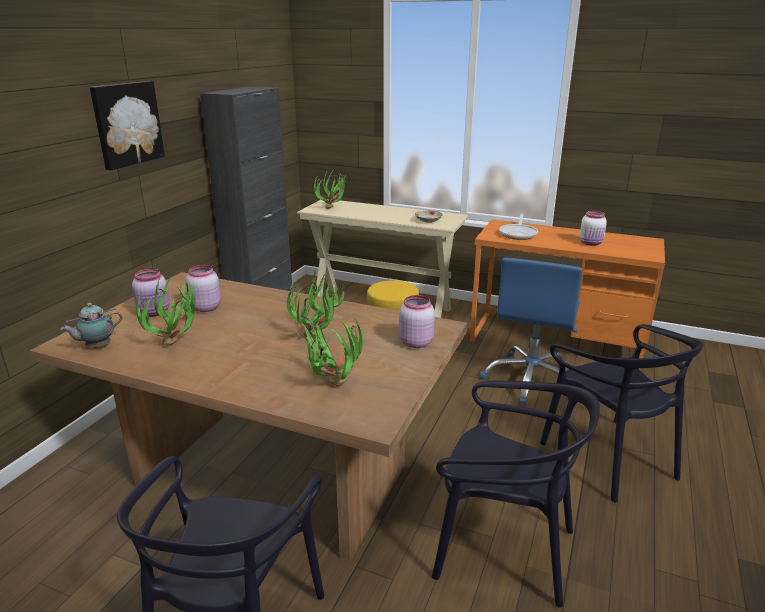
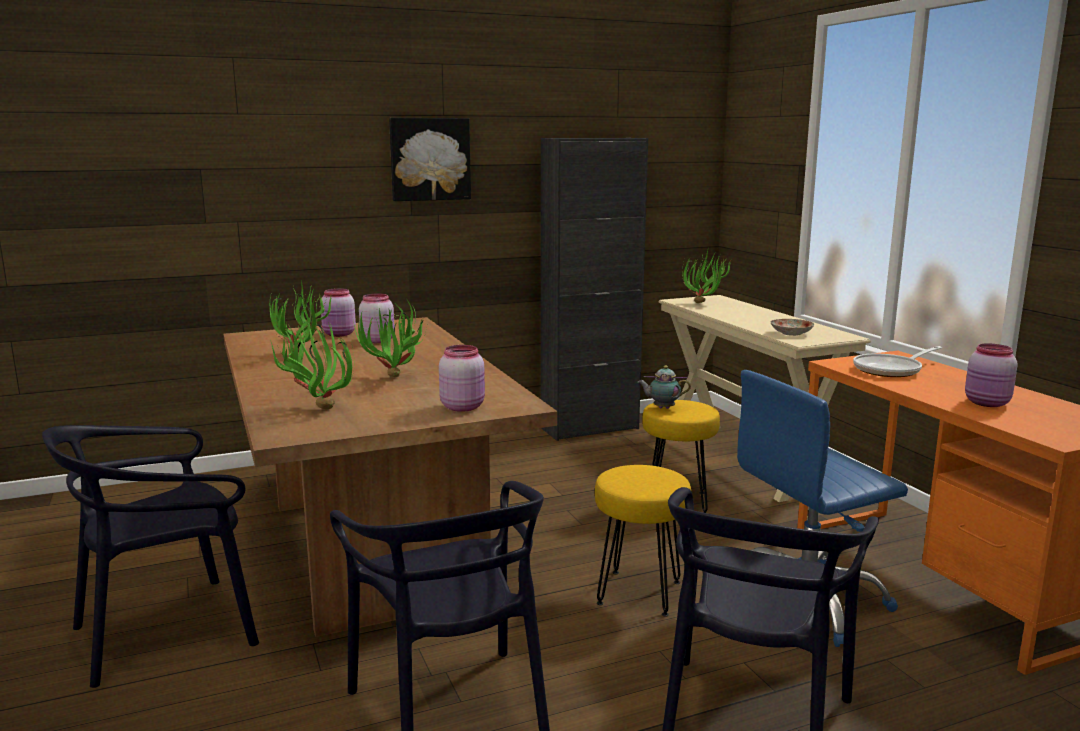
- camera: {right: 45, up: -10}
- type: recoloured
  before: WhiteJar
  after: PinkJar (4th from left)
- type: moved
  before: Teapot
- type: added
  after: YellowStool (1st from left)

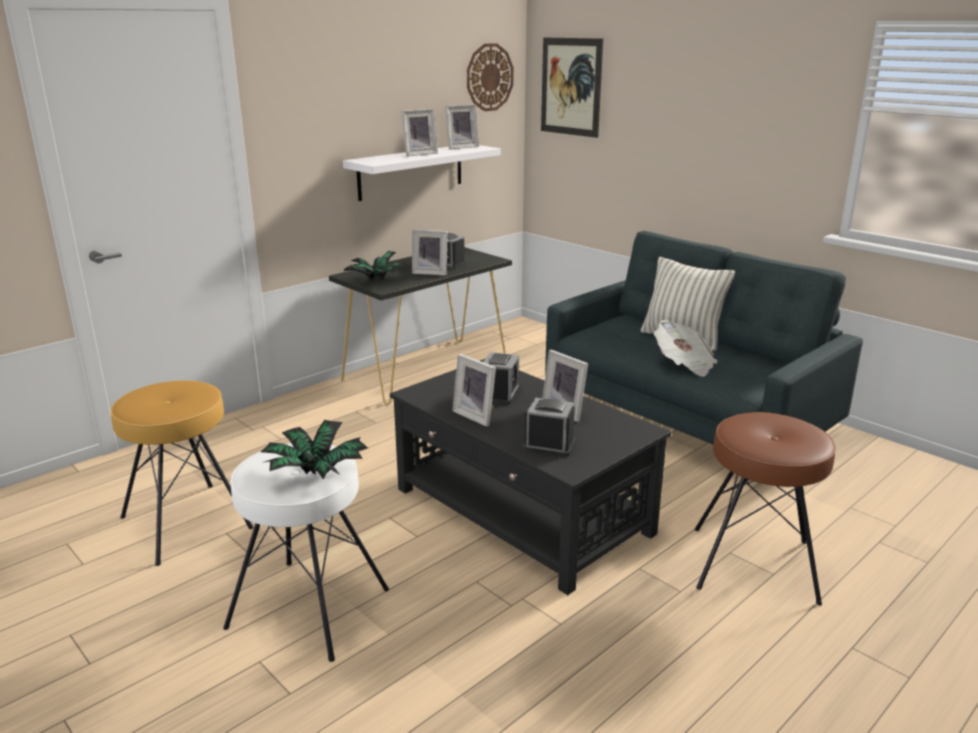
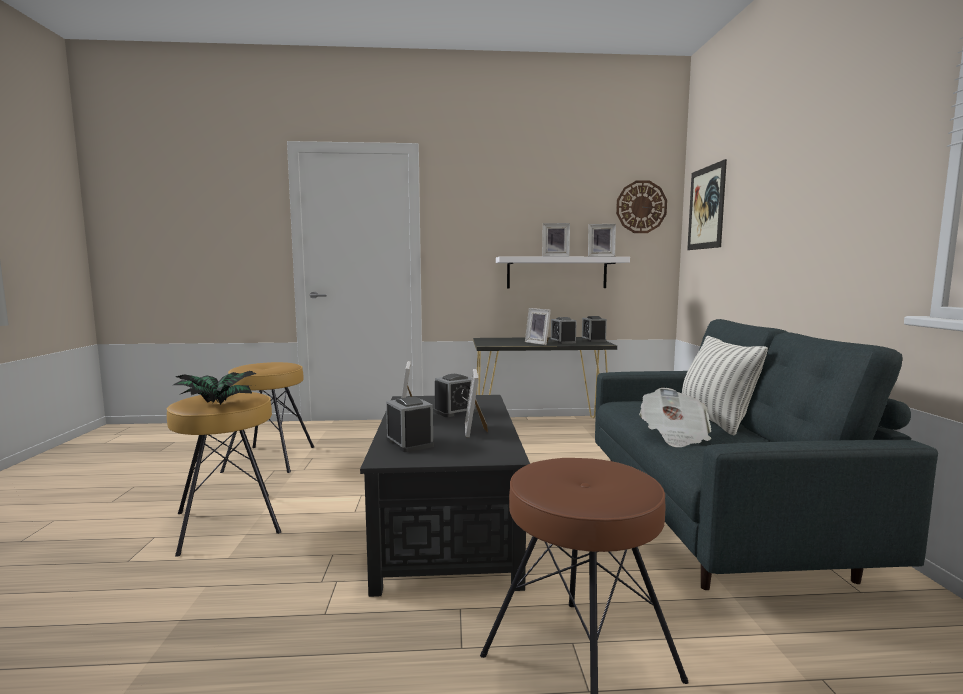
- camera: {right: 40, up: -15}
- type: removed
  before: PottedPlant (2nd from left)
- type: recoloured
  before: WhiteStool
  after: BrownStool (1st from left)
- type: added
  after: AlarmClock (4th from left)

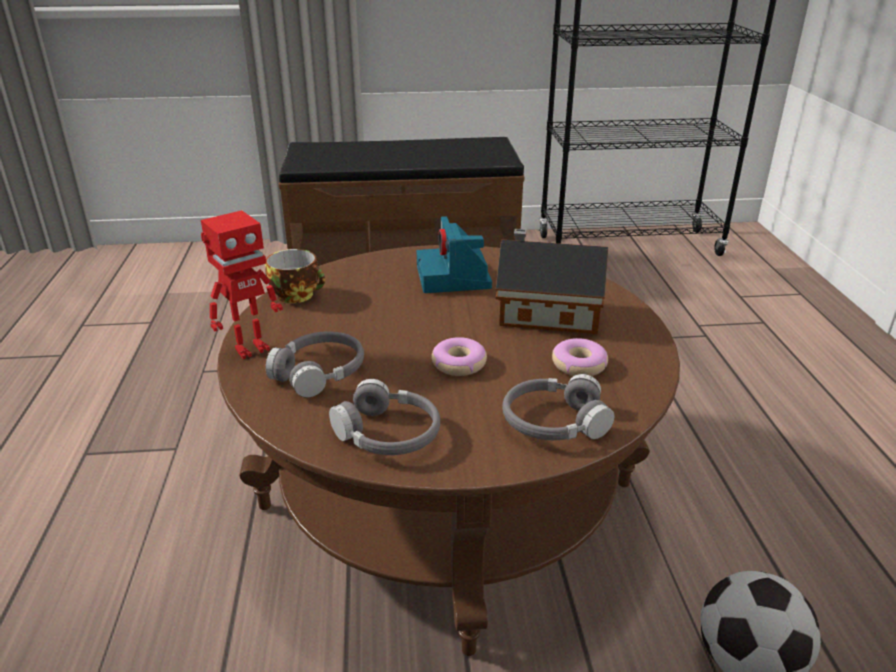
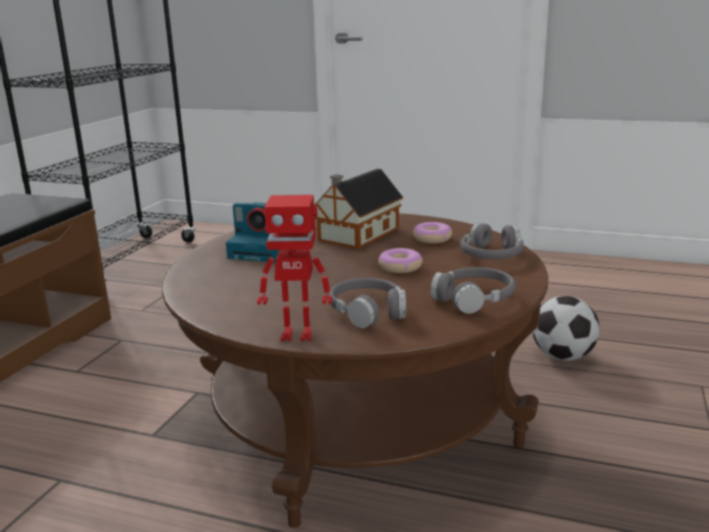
- camera: {right: -65, up: -10}
- type: turned
  before: ToyRobot
  turn: 105
- type: removed
  before: Cup

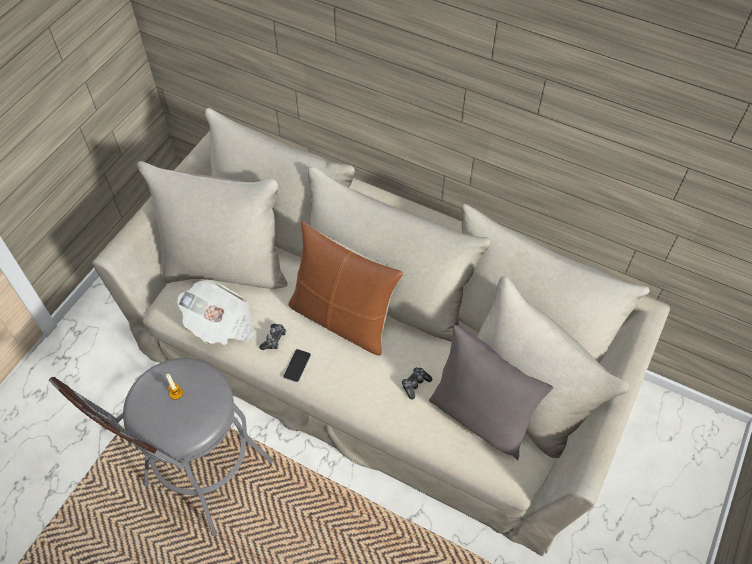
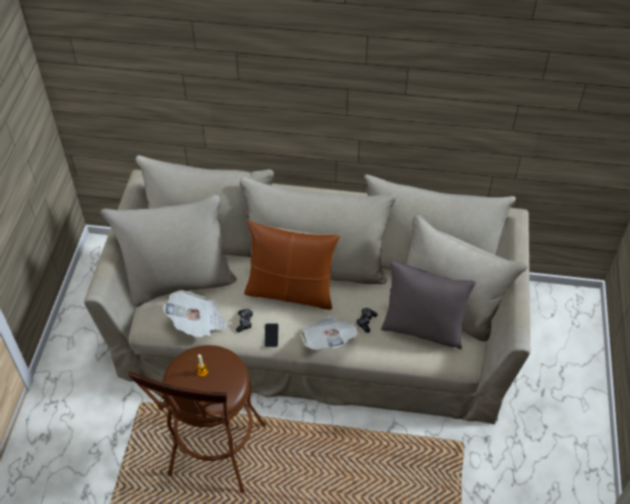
- camera: {right: -20, up: -5}
- type: recoloured
  before: GreyStool
  after: BrownStool
- type: added
  after: Newspaper (2nd from left)

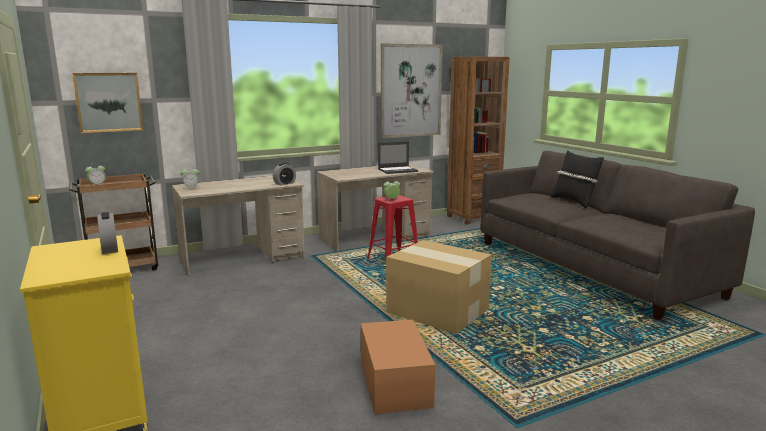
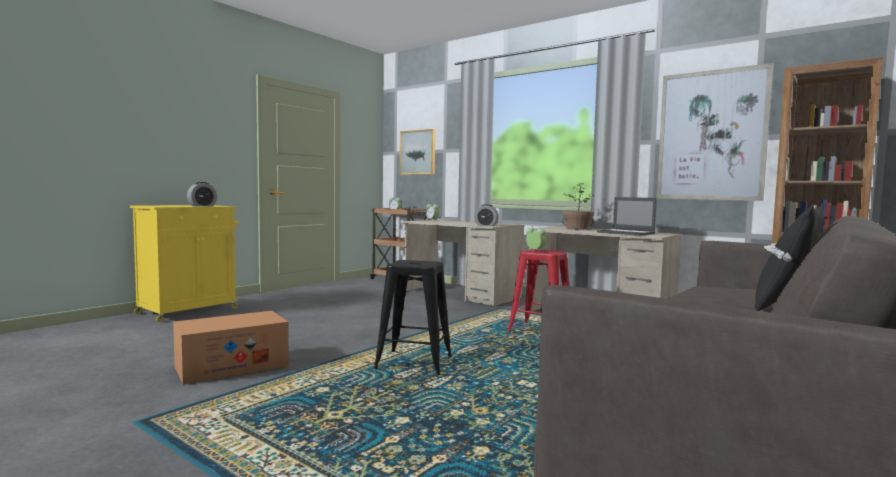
- camera: {right: 65, up: -10}
- type: replaced
  before: CardboardBox (2nd from left)
  after: BlackStool
- type: added
  after: PottedPlant

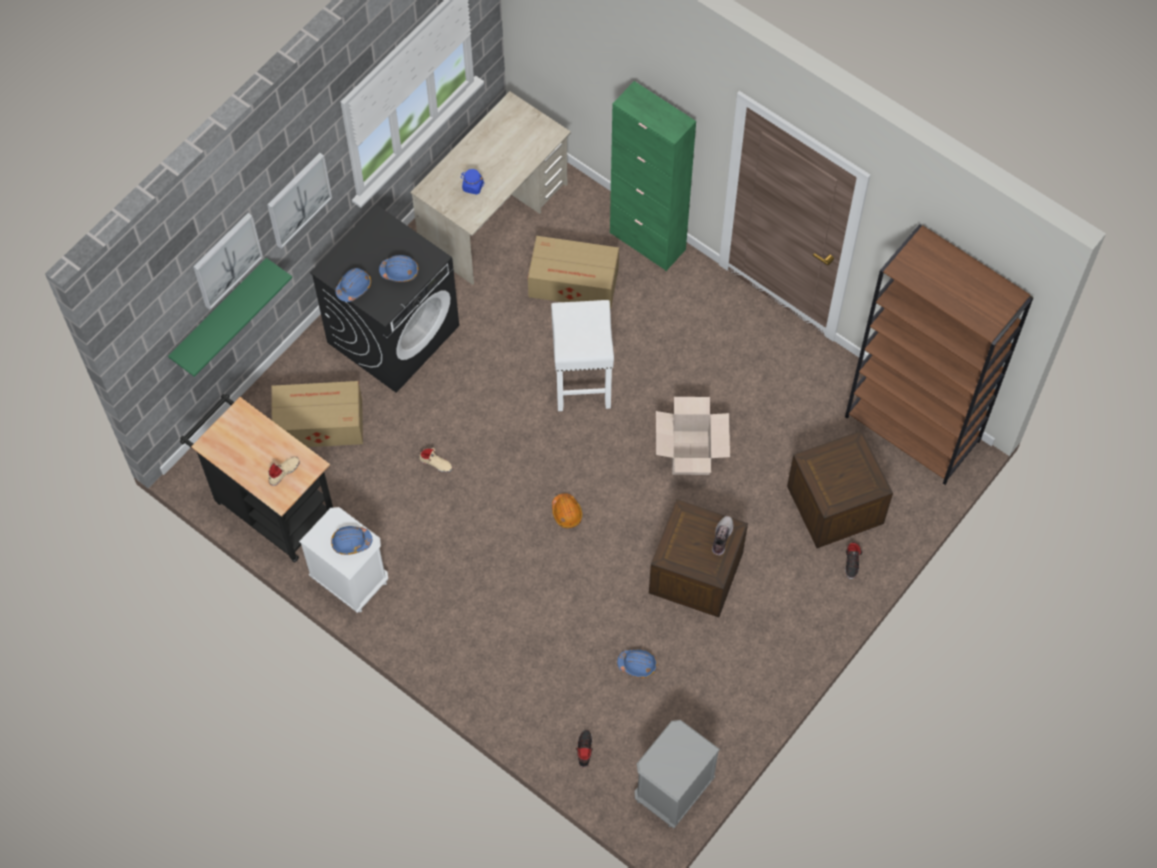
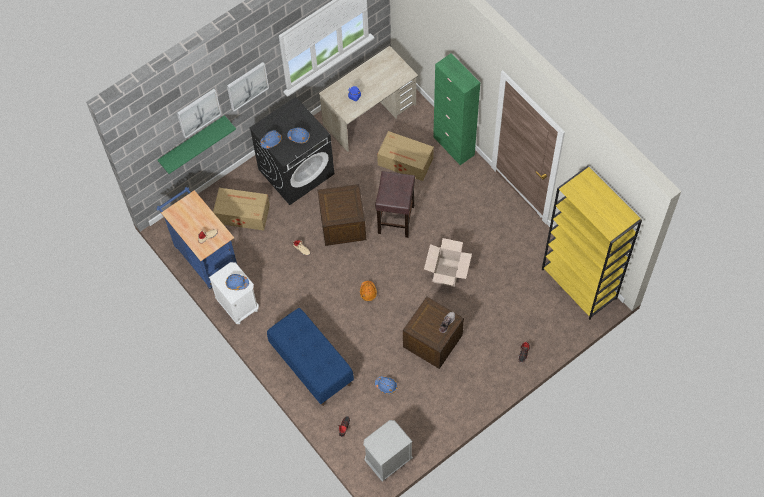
- camera: {right: 15, up: 0}
- type: recoloured
  before: BrownBookcase
  after: YellowBookcase
- type: recoloured
  before: WhiteStool
  after: BrownStool
- type: recoloured
  before: BlackCart
  after: BlueCart
- type: moved
  before: Crate (2nd from left in the first image)
  after: Crate (1st from left)
- type: added
  after: BlueBench

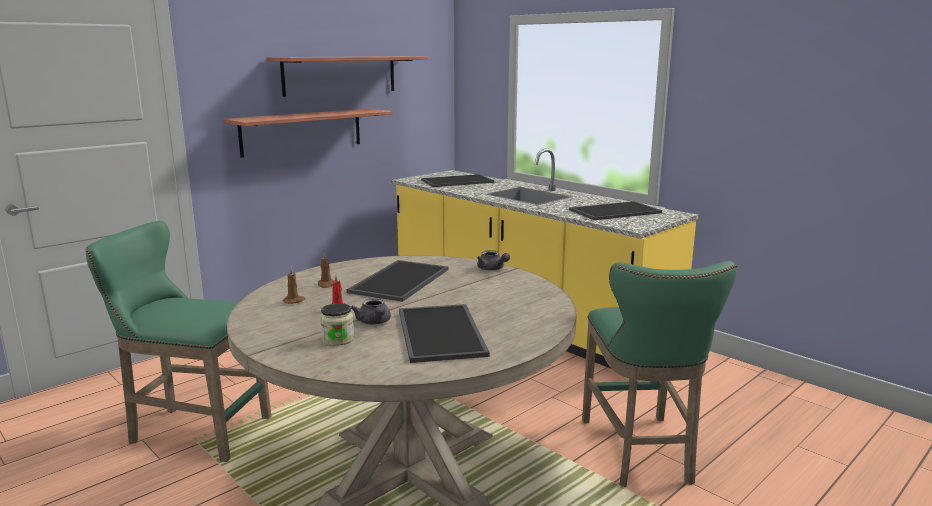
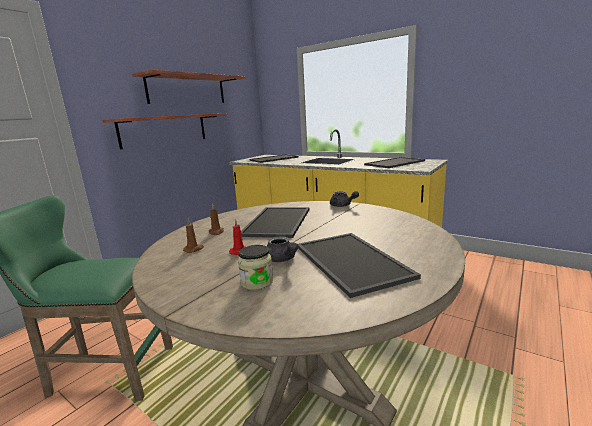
- camera: {right: -10, up: 0}
- type: removed
  before: GreenStool (2nd from left)

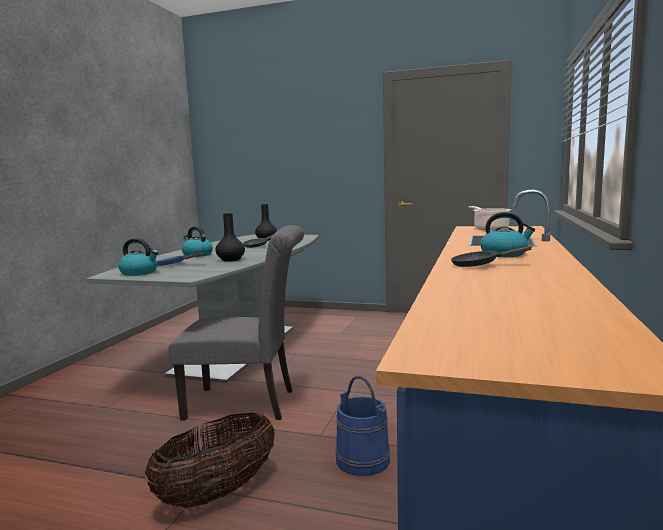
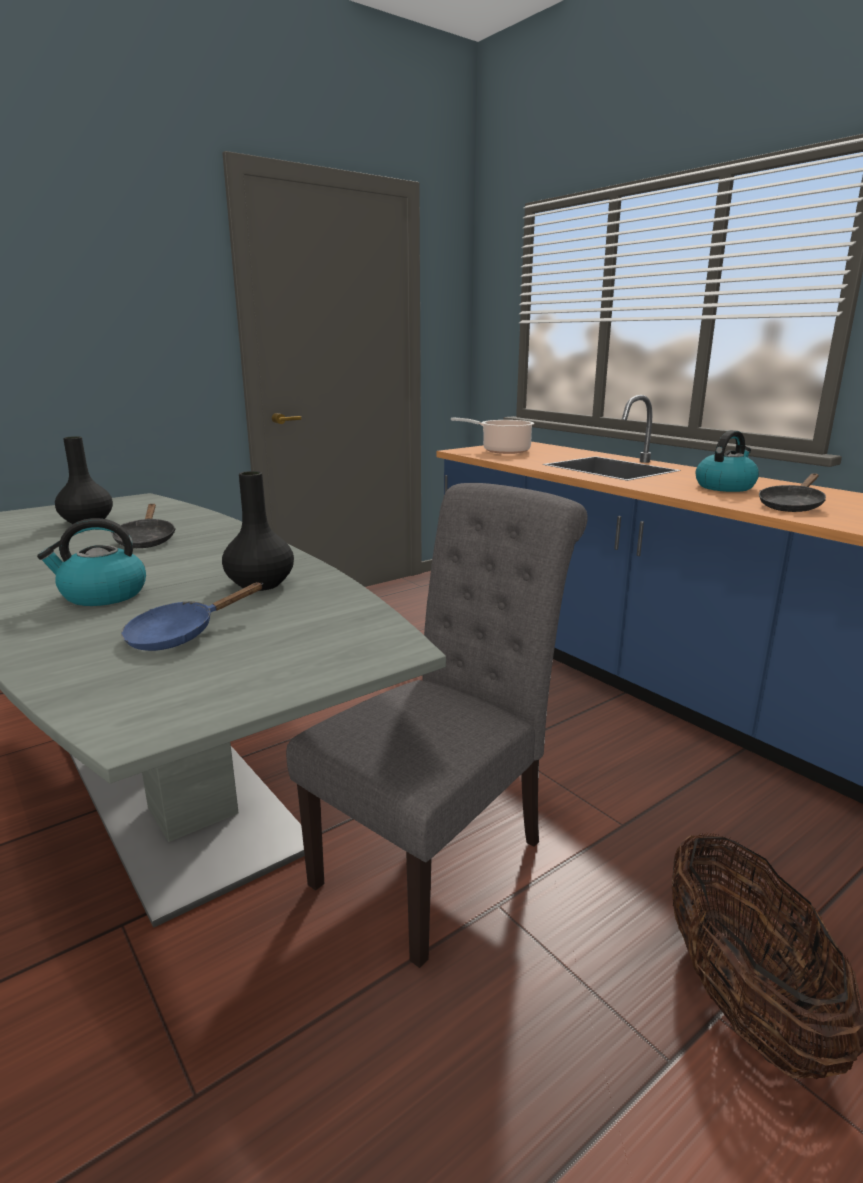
- camera: {right: -55, up: 10}
- type: removed
  before: Kettle (1st from left)
- type: removed
  before: BlueBucket

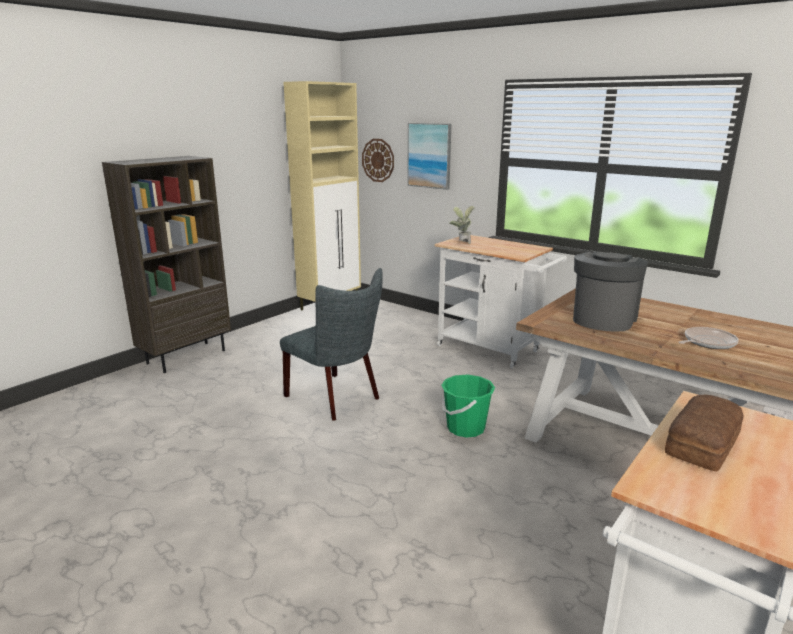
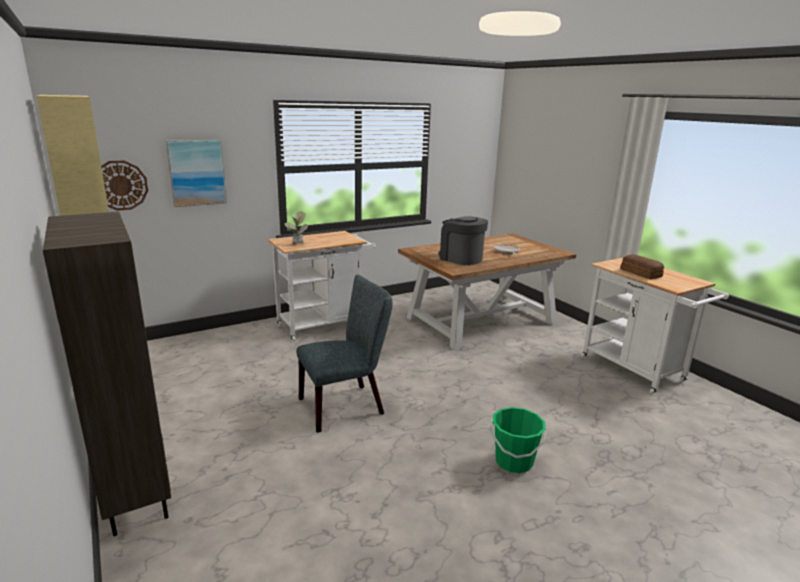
- camera: {right: -70, up: 0}
- type: moved
  before: GreenBucket

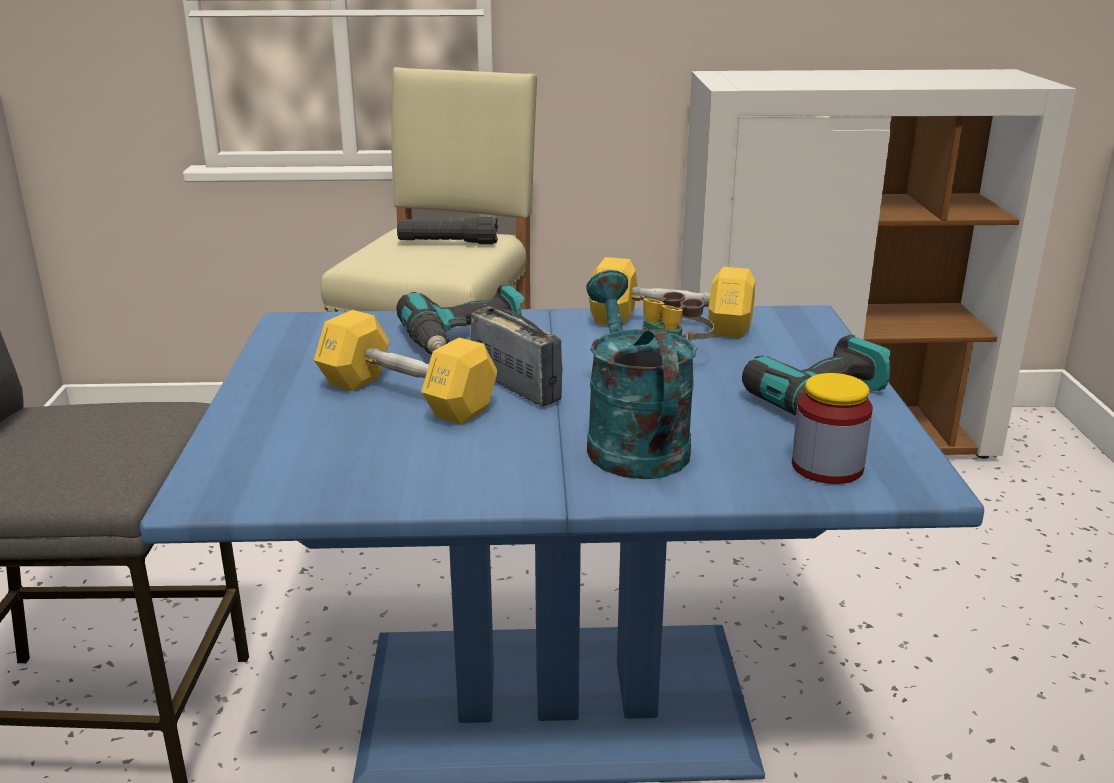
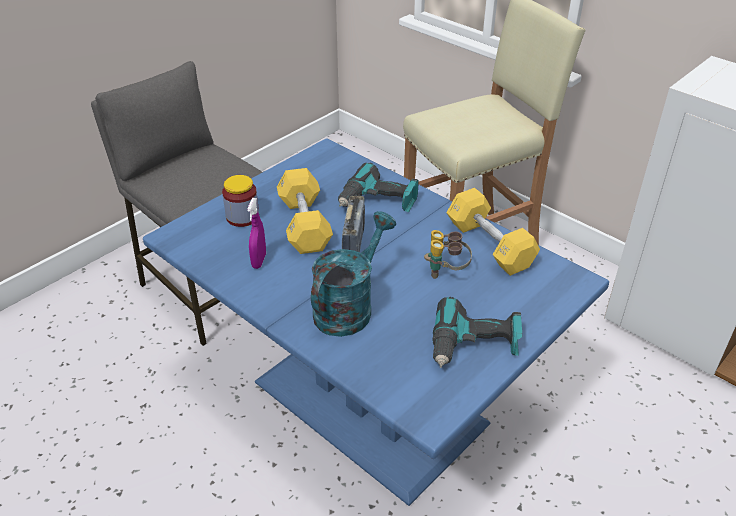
- camera: {right: 45, up: 15}
- type: removed
  before: BlackFlashlight
- type: moved
  before: Jar
- type: added
  after: PurpleSprayBottle

